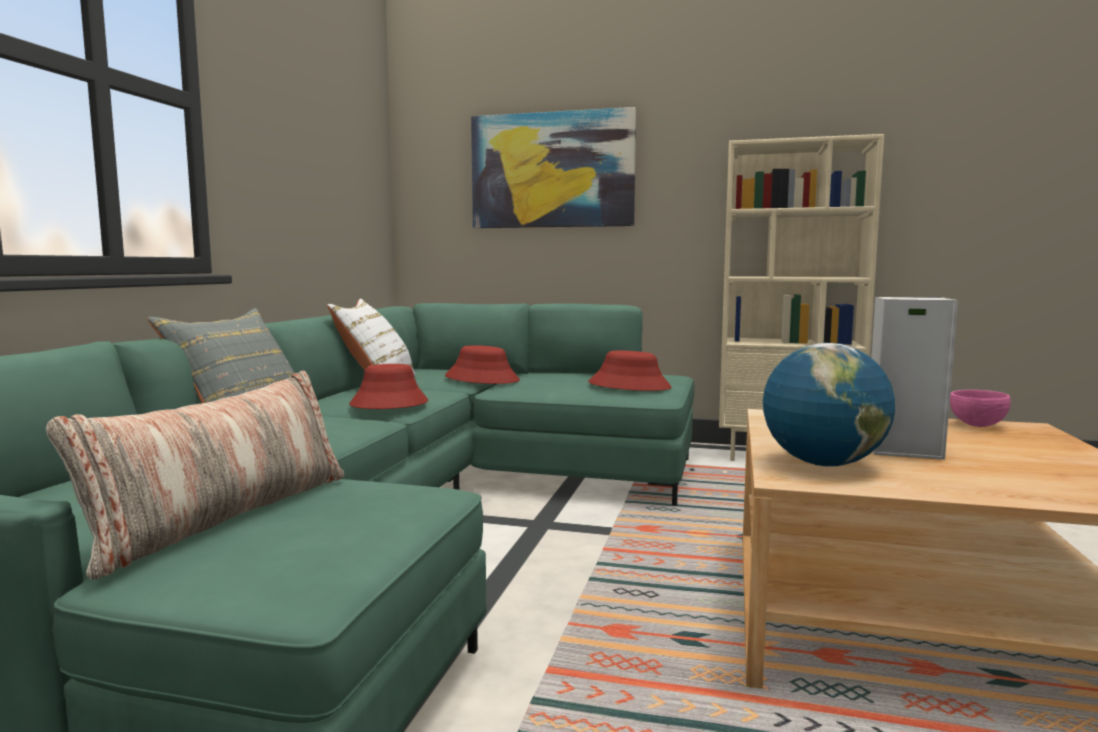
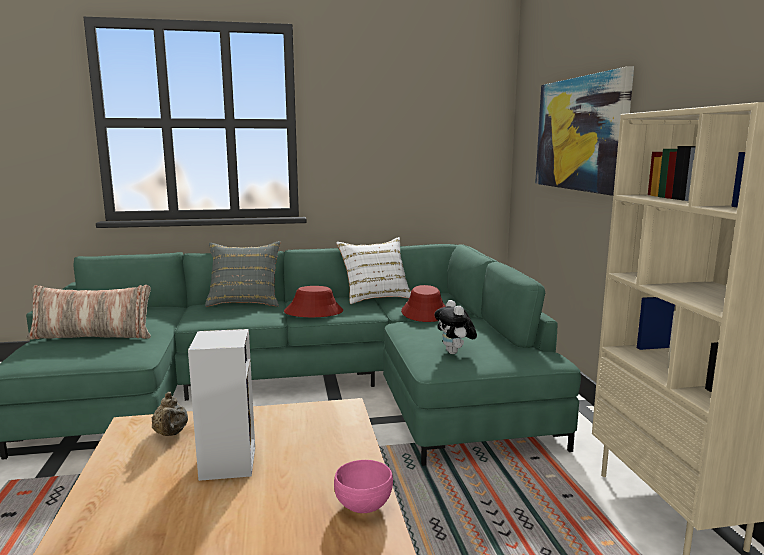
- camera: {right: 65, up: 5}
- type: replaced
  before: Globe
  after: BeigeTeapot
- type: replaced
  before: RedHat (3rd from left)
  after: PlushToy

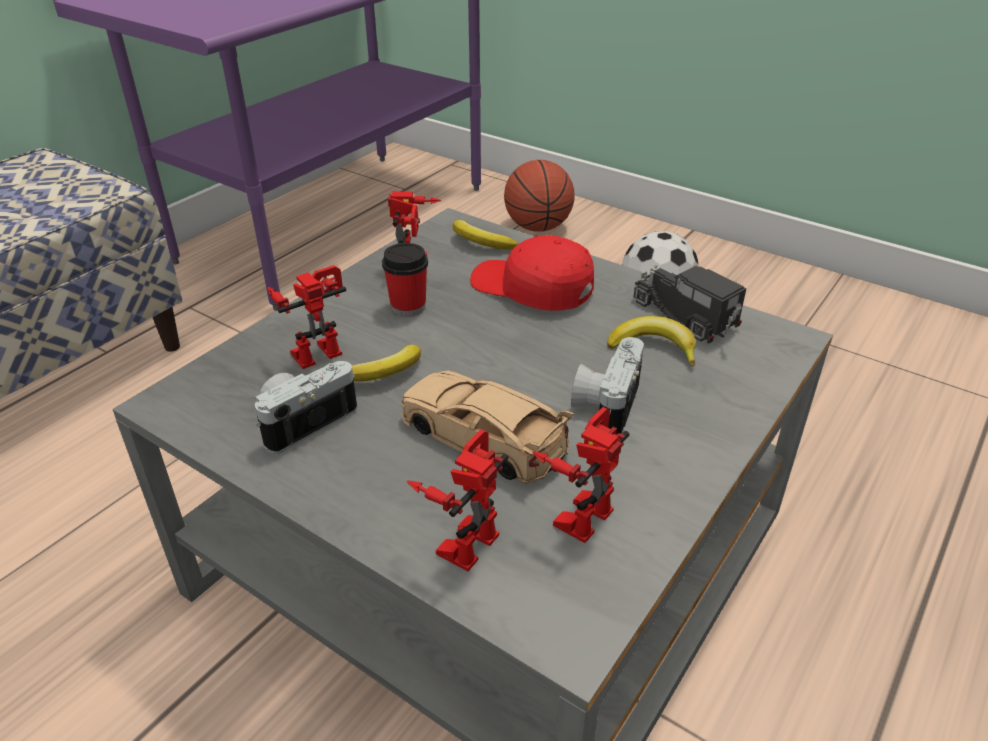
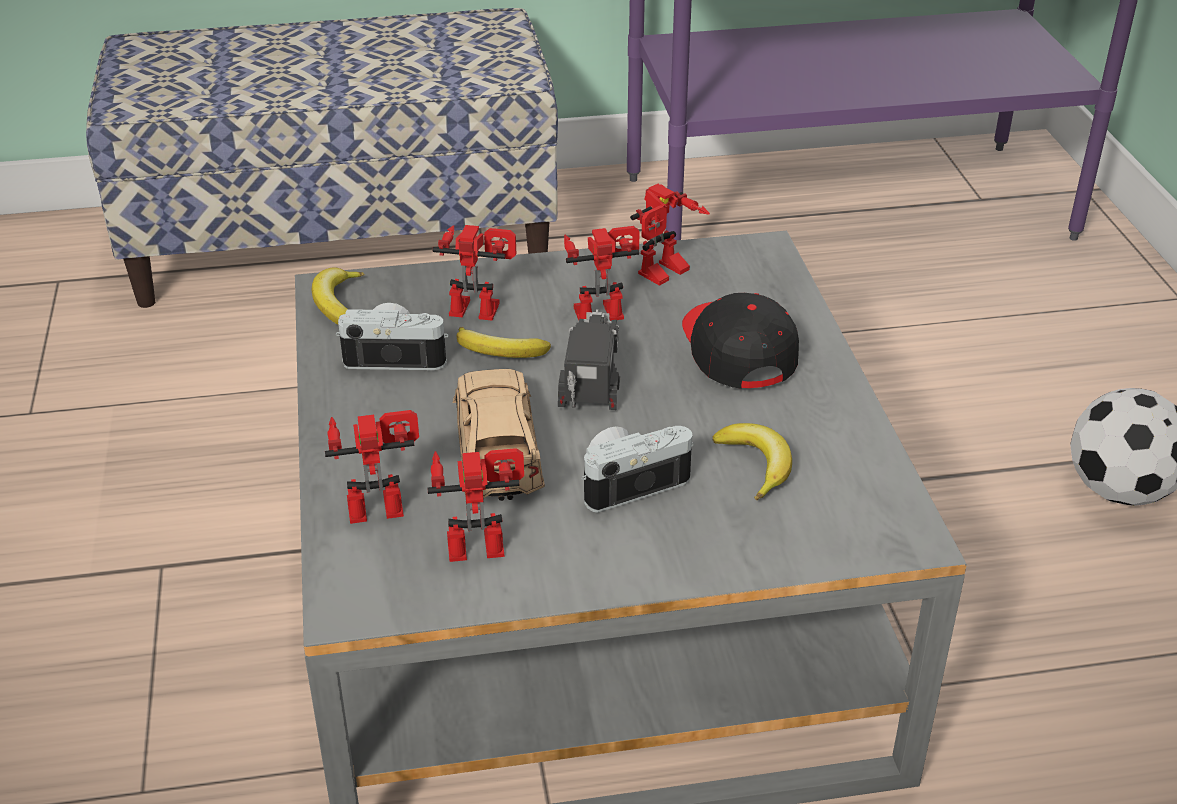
- camera: {right: 45, up: 0}
- type: removed
  before: Basketball
- type: moved
  before: Banana (2nd from left in the first image)
  after: Banana (1st from left)
- type: recoloured
  before: RedCap
  after: BlackCap
- type: replaced
  before: Cup
  after: ToyRobot (4th from left)
- type: moved
  before: ToyTruck

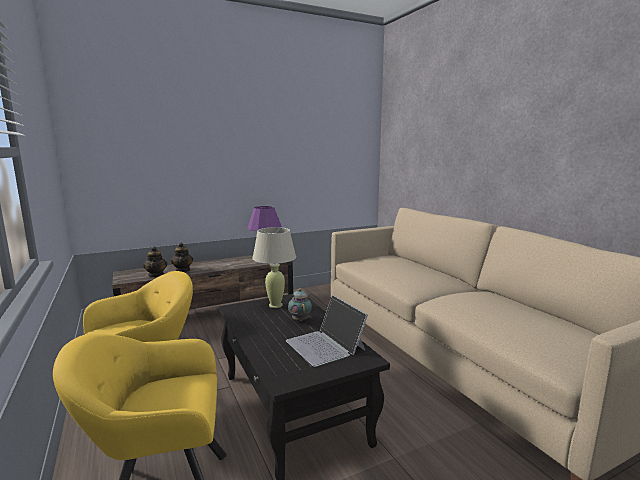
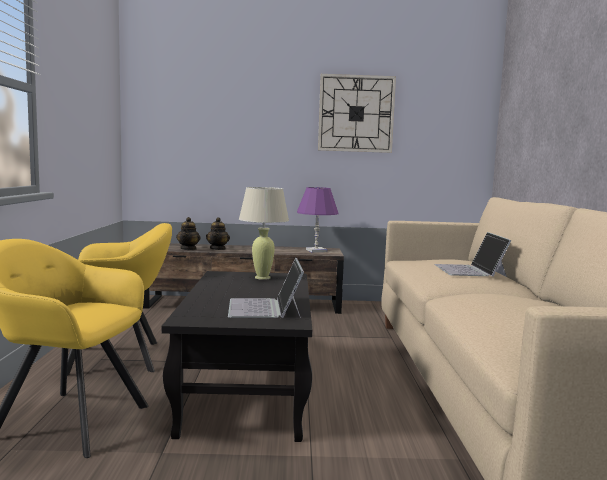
- camera: {right: 25, up: -5}
- type: removed
  before: Teapot (3rd from left)
- type: added
  after: WallClock
- type: added
  after: Laptop (2nd from left)

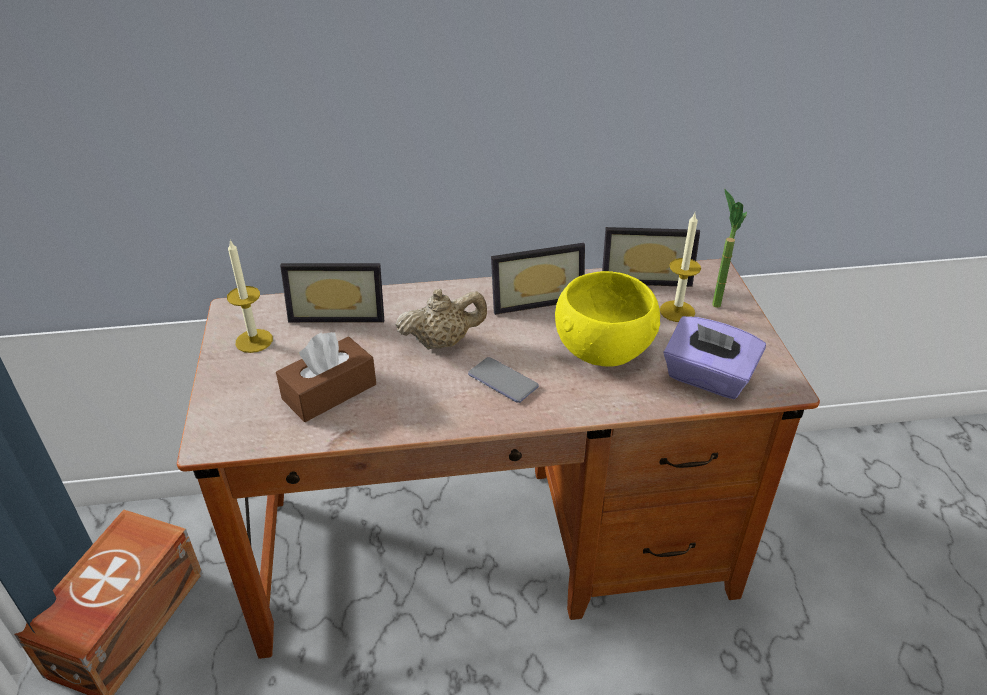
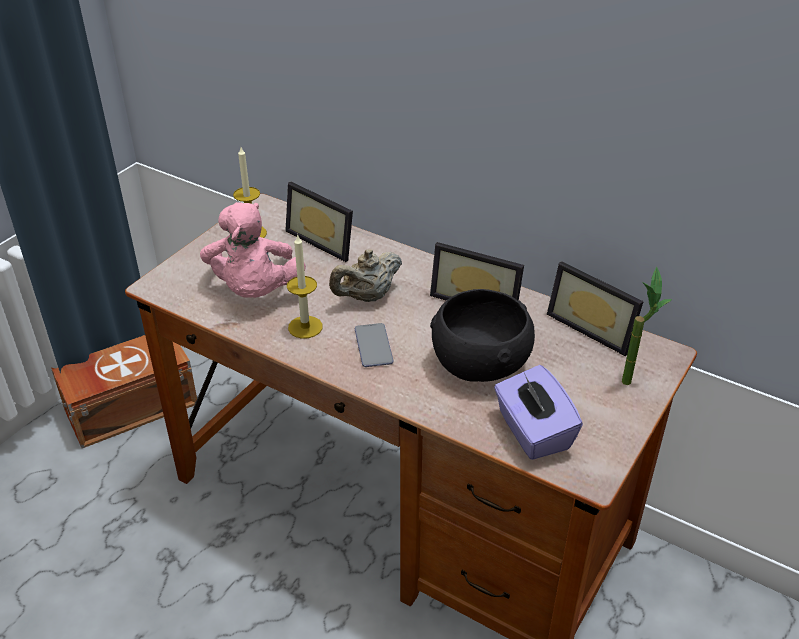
- camera: {right: 40, up: 0}
- type: moved
  before: Candle (2nd from left)
- type: recoloured
  before: YellowBowl
  after: BlackBowl
- type: turned
  before: BeigeTeapot
  turn: 120
- type: replaced
  before: BrownTissueBox
  after: PinkPlushToy

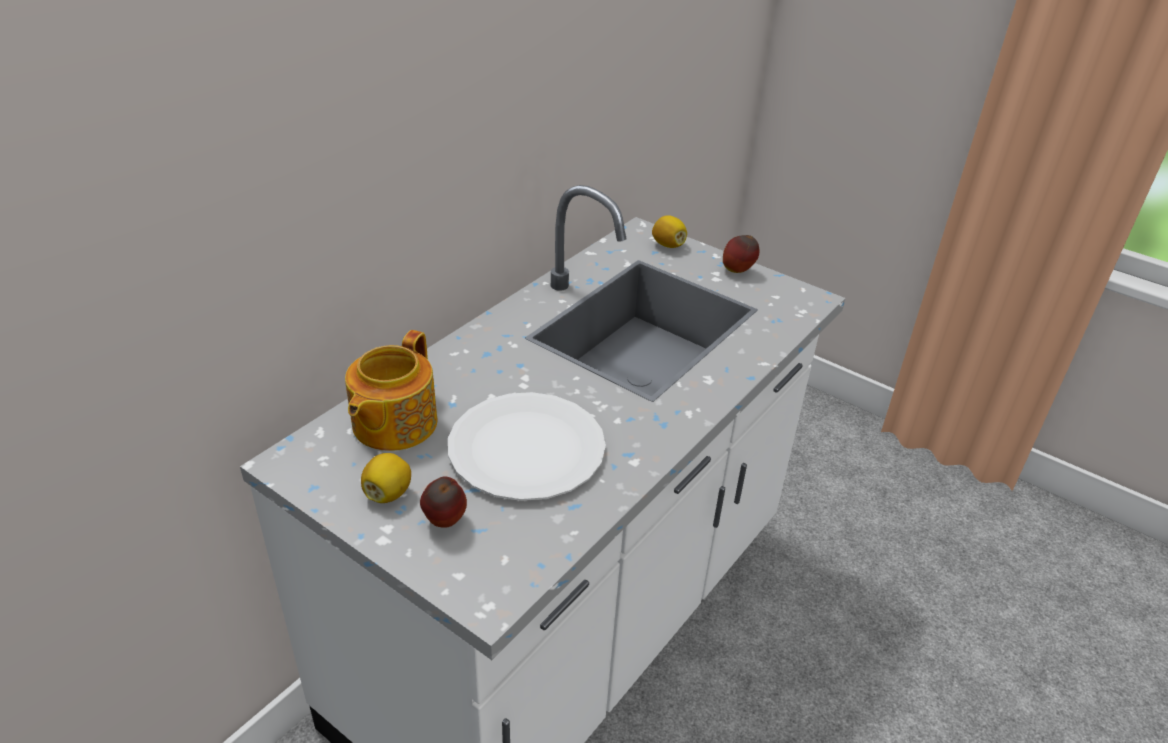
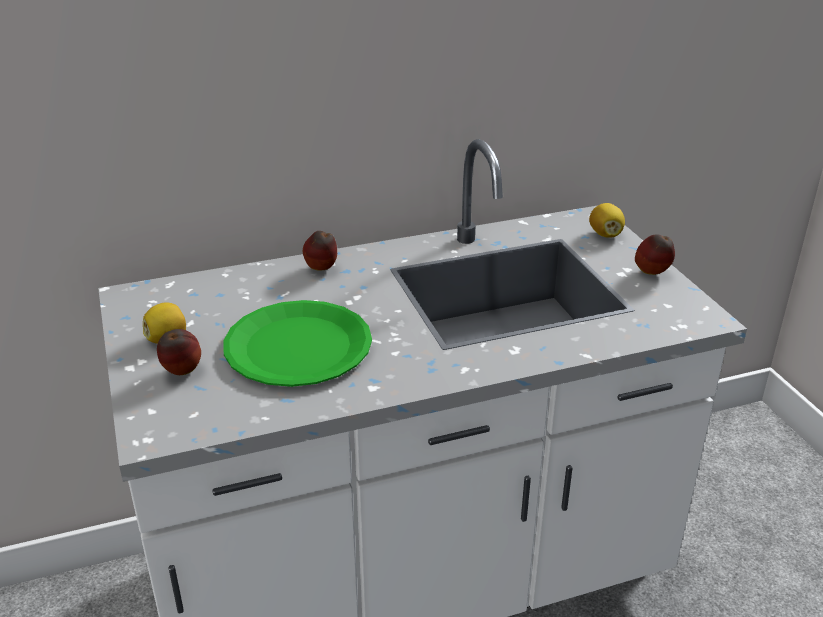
- camera: {right: 35, up: -5}
- type: removed
  before: Teapot
- type: recoloured
  before: WhitePlate
  after: GreenPlate
- type: added
  after: Apple (2nd from left)

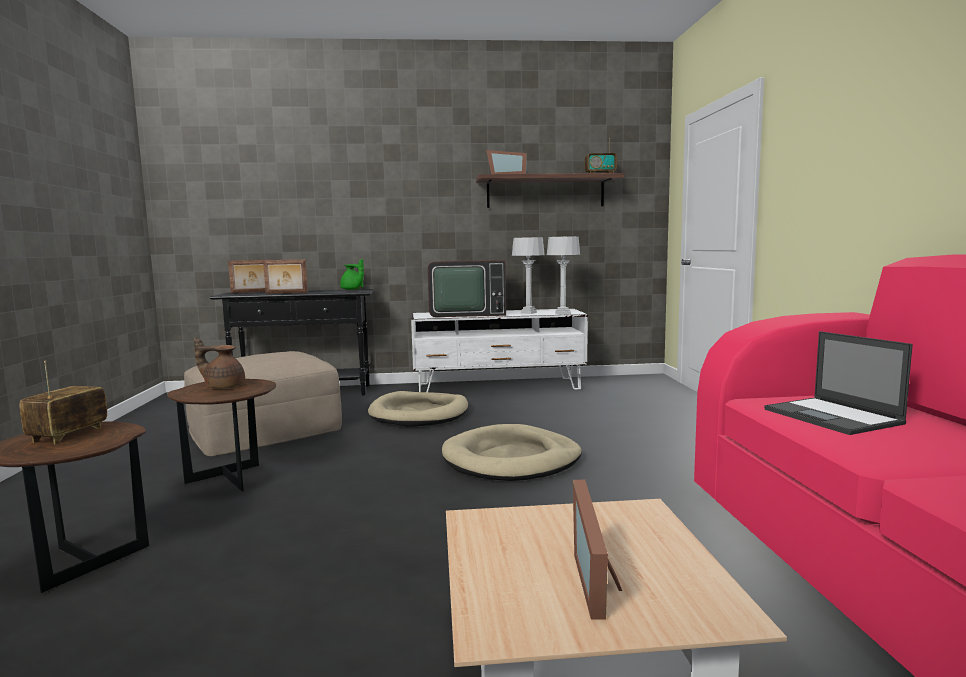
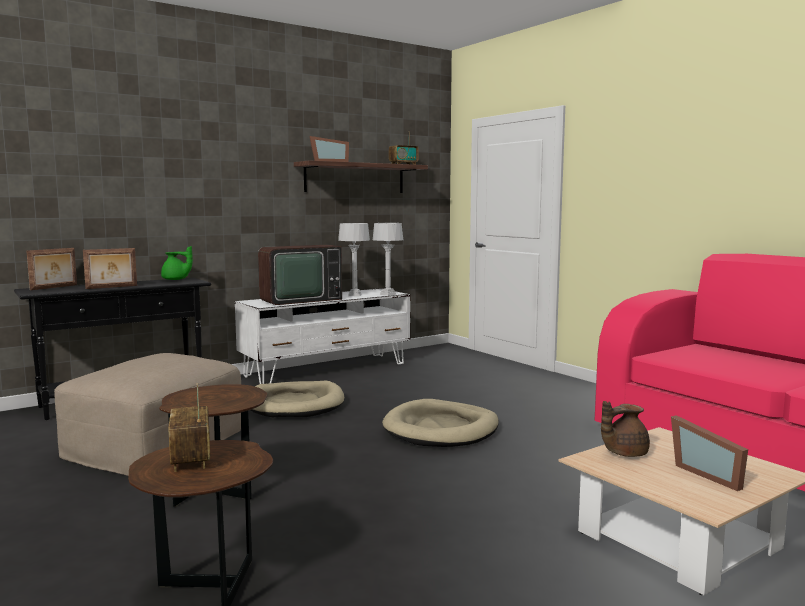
- camera: {right: -30, up: 0}
- type: removed
  before: Laptop
- type: moved
  before: BrownTeapot

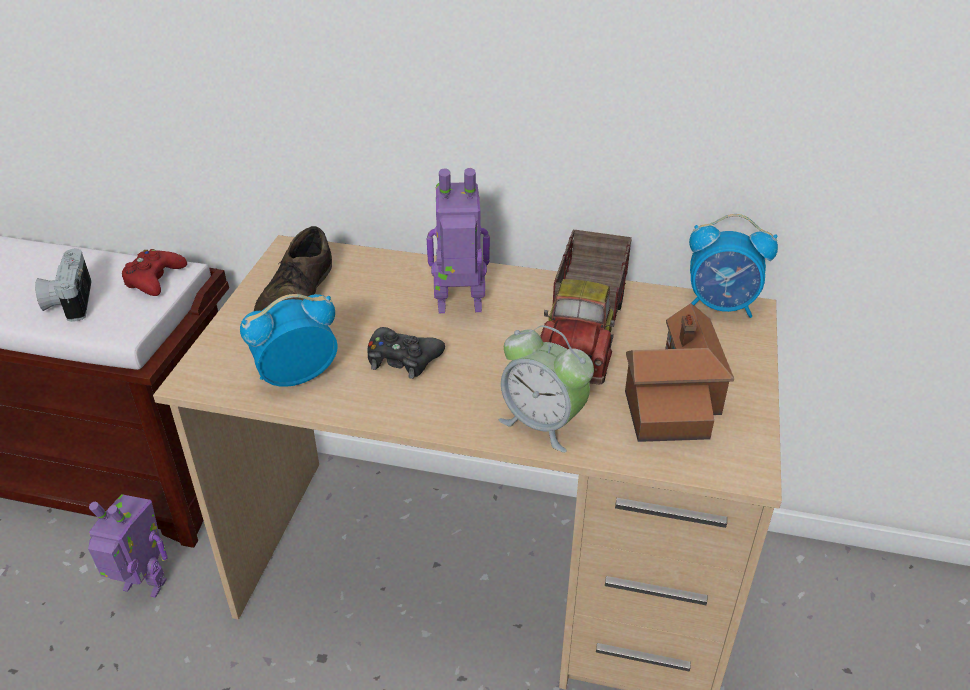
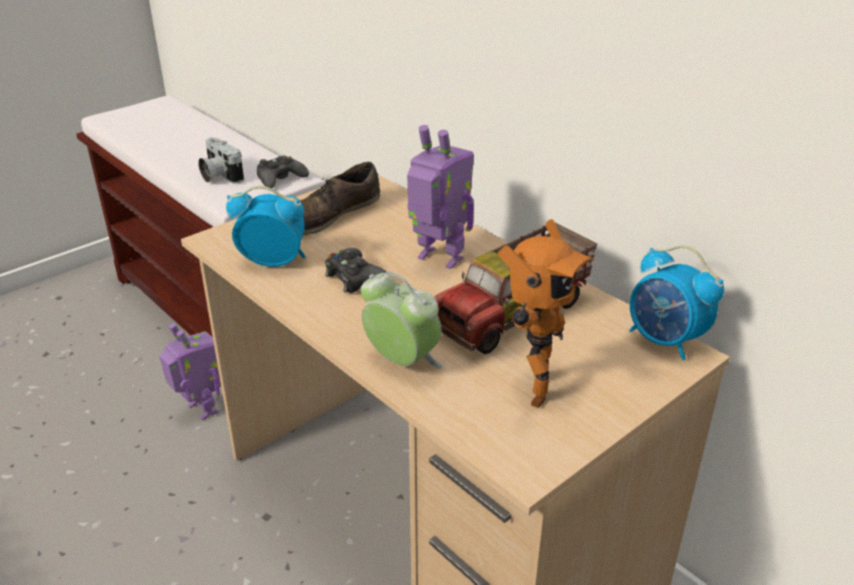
- camera: {right: 35, up: -5}
- type: turned
  before: PhotoCamera
  turn: -60
- type: recoloured
  before: RedGameController
  after: BlackGameController (1st from left)
- type: replaced
  before: ToyHouse
  after: ToyRobot (3rd from left)
- type: turned
  before: AlarmClock (2nd from left)
  turn: 150

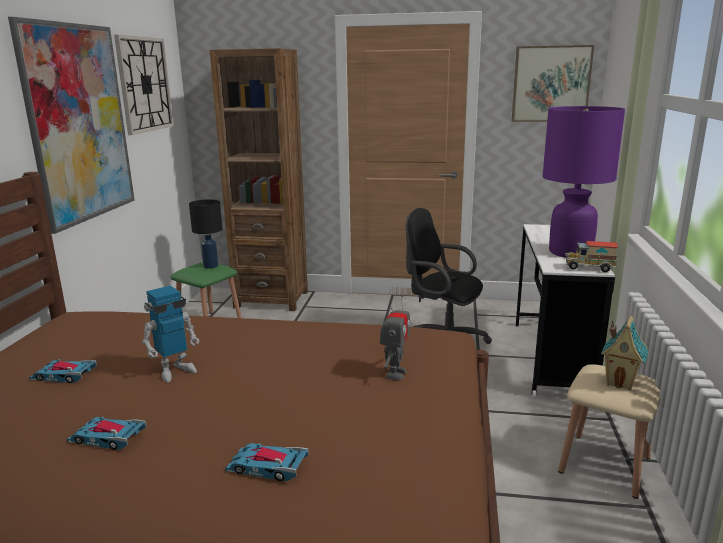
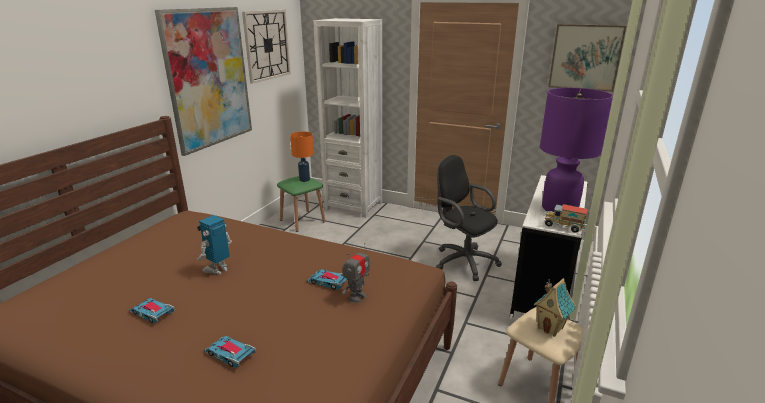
- camera: {right: 15, up: 5}
- type: recoloured
  before: BrownBookcase
  after: WhiteBookcase
- type: recoloured
  before: BlackTableLamp
  after: OrangeTableLamp
- type: turned
  before: ToyRobot (1st from left)
  turn: 150
- type: moved
  before: ToyCar (1st from left in the first image)
  after: ToyCar (3rd from left)

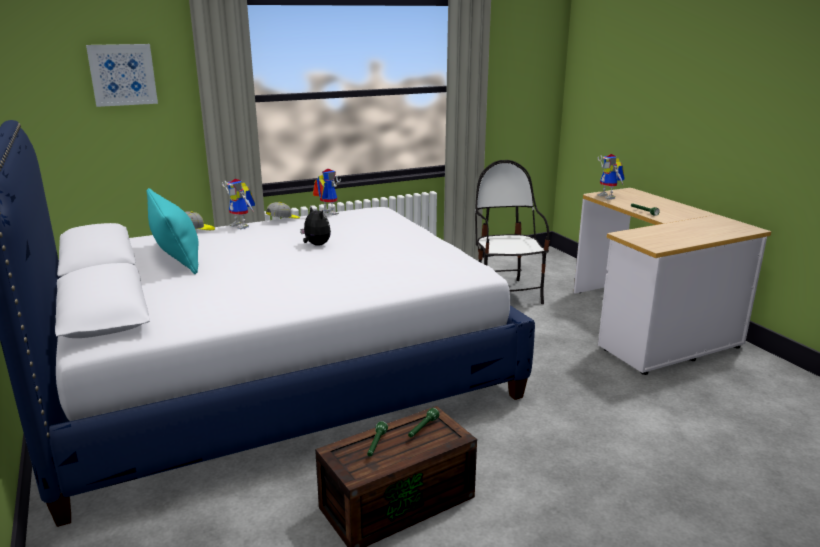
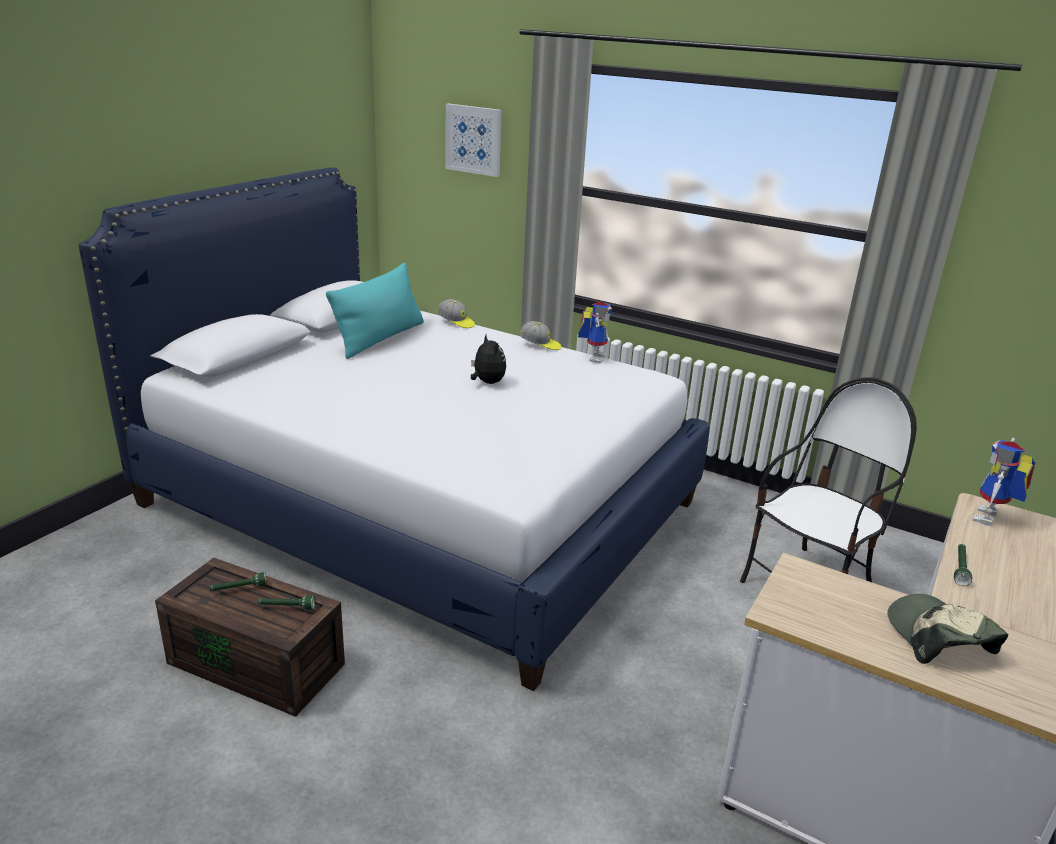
- camera: {right: 55, up: 5}
- type: removed
  before: ToyRobot (1st from left)
- type: turned
  before: PlushToy
  turn: -45
- type: added
  after: Cap (3rd from left)

